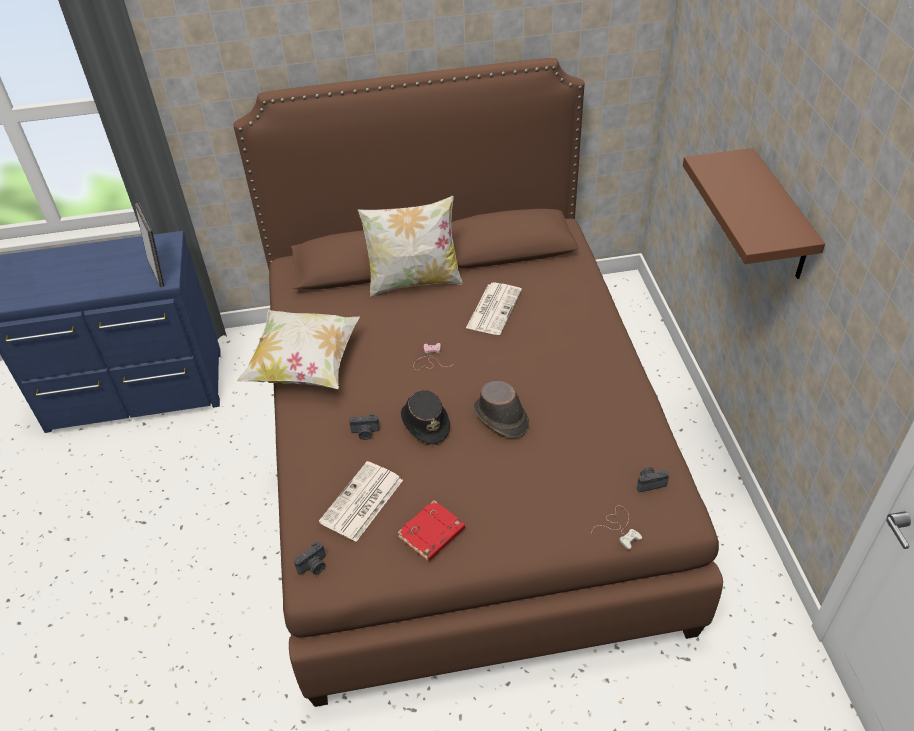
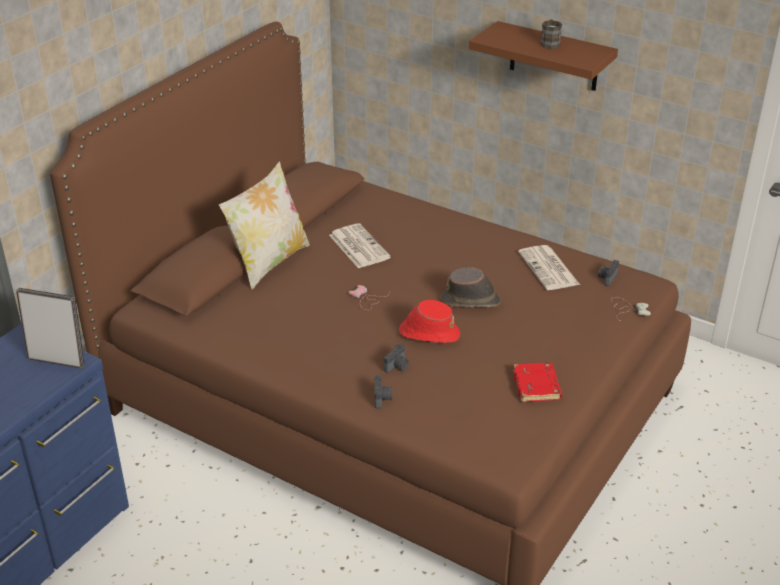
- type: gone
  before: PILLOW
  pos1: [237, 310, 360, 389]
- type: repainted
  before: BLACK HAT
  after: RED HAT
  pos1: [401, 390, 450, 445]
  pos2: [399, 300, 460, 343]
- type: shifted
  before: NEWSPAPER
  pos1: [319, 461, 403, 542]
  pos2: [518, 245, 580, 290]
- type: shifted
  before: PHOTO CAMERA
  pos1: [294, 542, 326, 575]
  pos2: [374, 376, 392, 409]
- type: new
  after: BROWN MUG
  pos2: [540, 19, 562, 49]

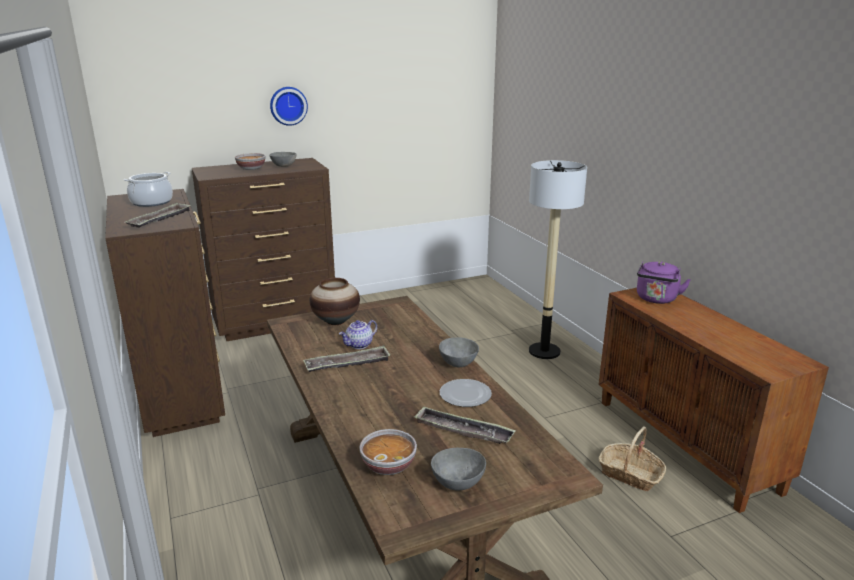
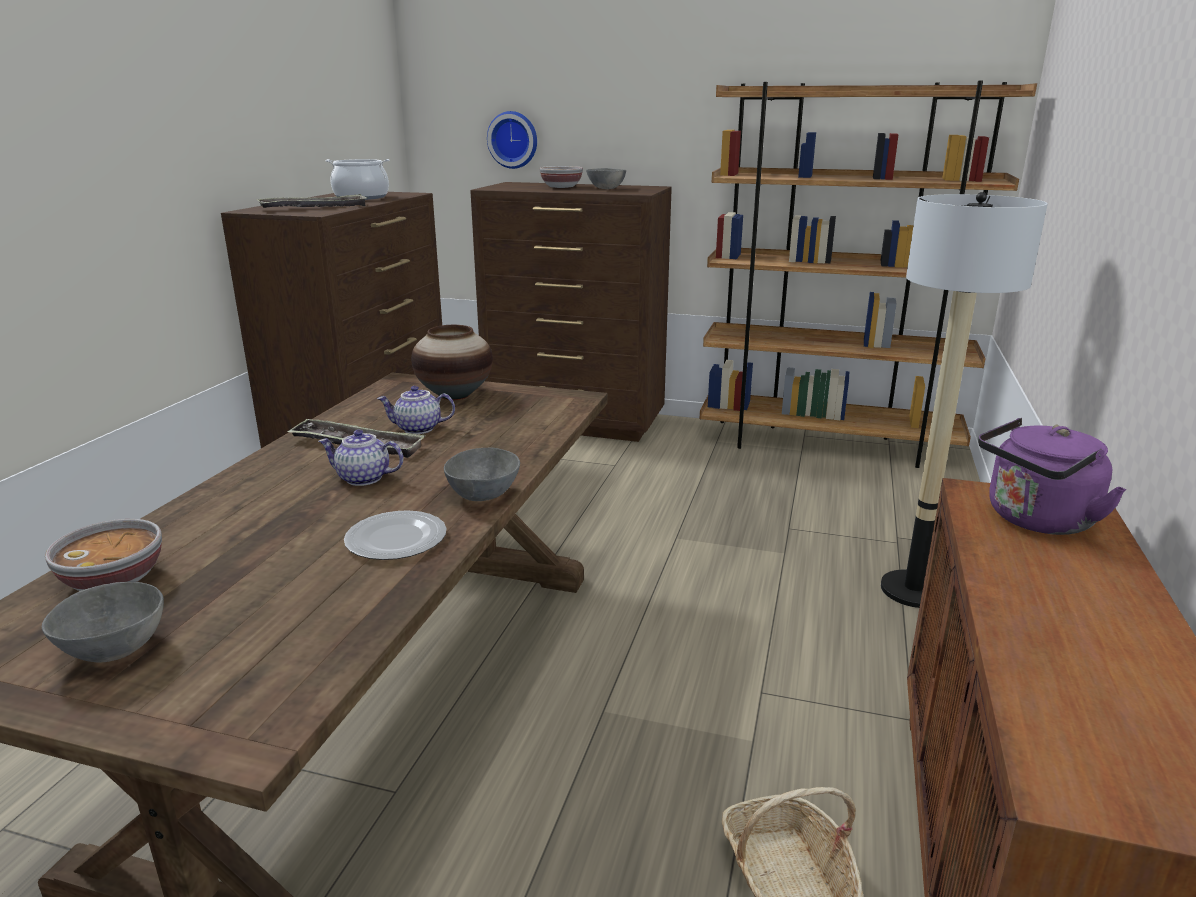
- type: shifted
  before: WALL CLOCK
  pos1: [270, 87, 308, 126]
  pos2: [487, 111, 537, 169]
- type: gone
  before: TRAY
  pos1: [414, 407, 516, 444]
- type: new
  after: BROWN BOOKCASE
  pos2: [700, 81, 1037, 468]
- type: new
  after: TEAPOT
  pos2: [319, 430, 403, 486]

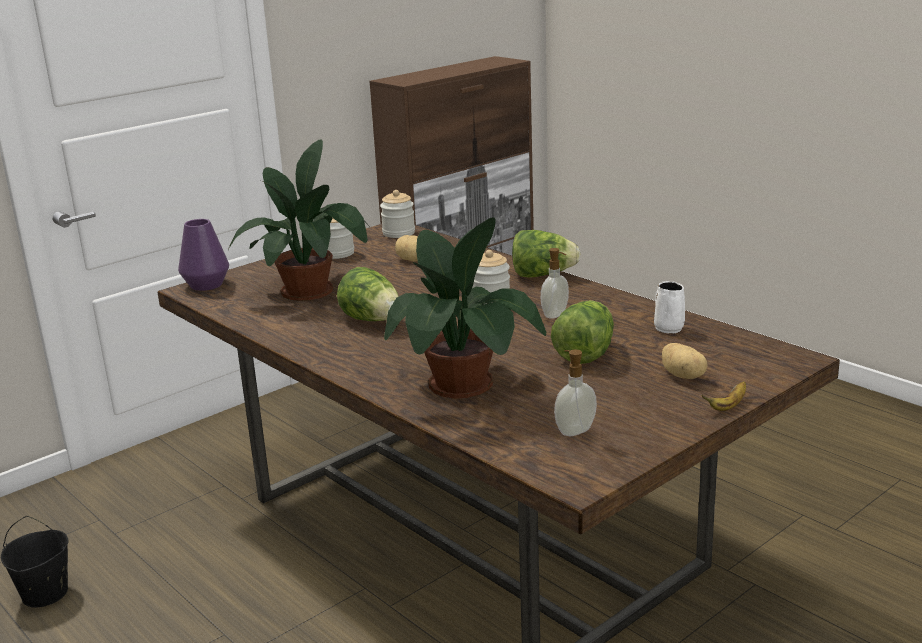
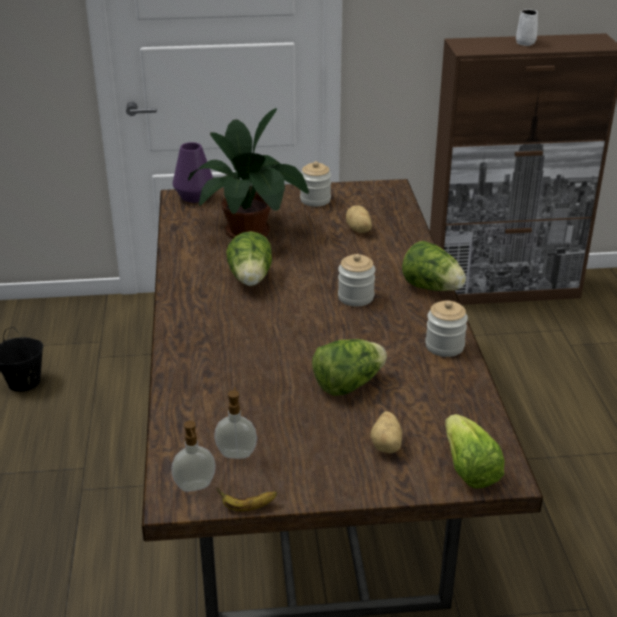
- type: shifted
  before: JAR
  pos1: [380, 190, 415, 238]
  pos2: [425, 301, 468, 357]
- type: gone
  before: POTTED PLANT
  pos1: [384, 217, 546, 398]
- type: shifted
  before: SOAP DISPENSER
  pos1: [541, 248, 569, 319]
  pos2: [171, 421, 216, 492]
- type: shifted
  before: WHITE MUG
  pos1: [654, 281, 685, 334]
  pos2: [516, 9, 538, 46]
- type: shifted
  before: BANANA
  pos1: [701, 381, 746, 411]
  pos2: [216, 488, 277, 511]
- type: new
  after: LETTUCE
  pos2: [445, 414, 505, 489]

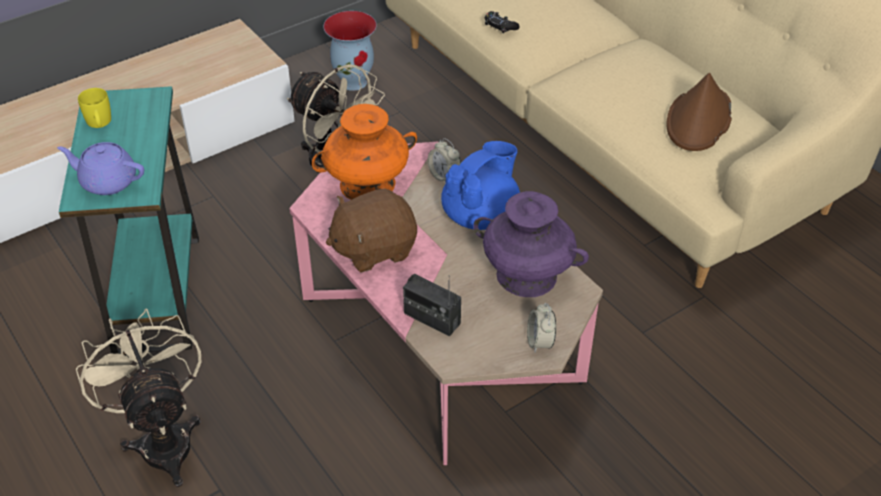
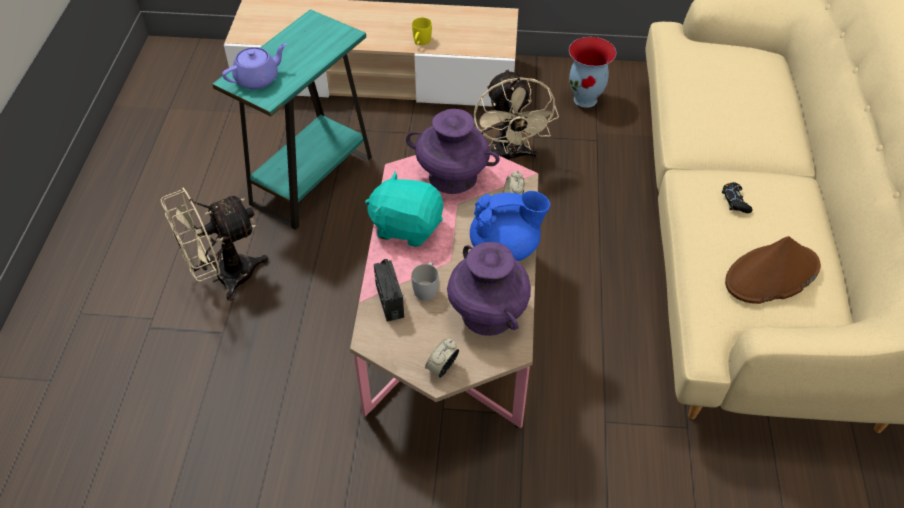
- type: shifted
  before: BLACK GAME CONTROLLER
  pos1: [485, 11, 520, 33]
  pos2: [722, 182, 752, 213]
- type: shifted
  before: YELLOW MUG
  pos1: [78, 88, 111, 128]
  pos2: [412, 17, 432, 45]
- type: repainted
  before: ORANGE VASE
  after: PURPLE VASE
  pos1: [312, 104, 417, 200]
  pos2: [406, 109, 500, 194]
- type: rotated
  before: PURPLE TEAPOT
  pos1: [57, 142, 144, 195]
  pos2: [222, 43, 287, 89]
  turn: 90
- type: repainted
  before: BROWN PLUSH TOY
  after: TURQUOISE PLUSH TOY
  pos1: [326, 188, 417, 272]
  pos2: [365, 171, 443, 247]
- type: rotated
  before: BEIGE FAN
  pos1: [76, 309, 201, 487]
  pos2: [161, 188, 268, 301]
  turn: -135
- type: new
  after: WHITE MUG
  pos2: [411, 262, 439, 301]

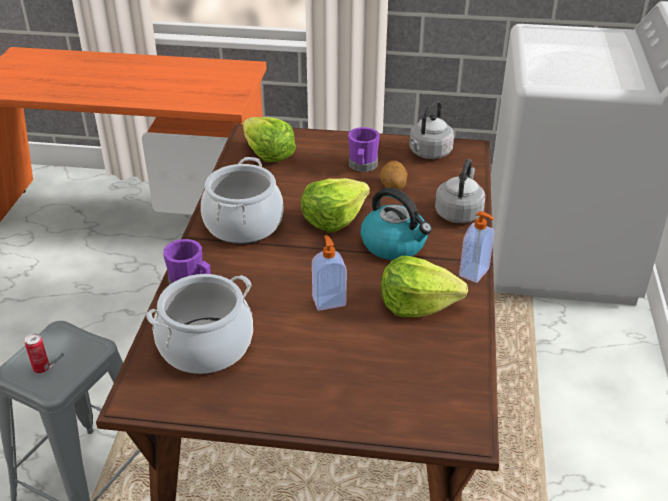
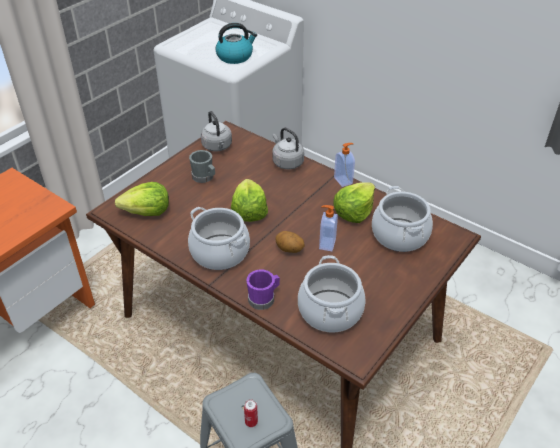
- type: repainted
  before: PURPLE MUG
  after: GREY MUG
  pos1: [348, 127, 380, 172]
  pos2: [189, 150, 215, 183]
- type: shifted
  before: POTATO
  pos1: [380, 161, 408, 190]
  pos2: [276, 231, 305, 253]
- type: shifted
  before: KETTLE
  pos1: [360, 188, 432, 260]
  pos2: [215, 23, 257, 64]
- type: new
  after: COOKING POT
  pos2: [372, 186, 433, 252]

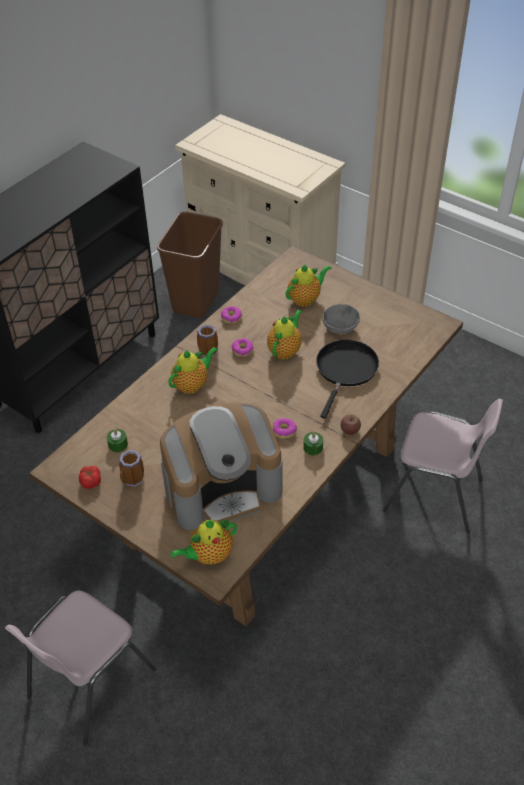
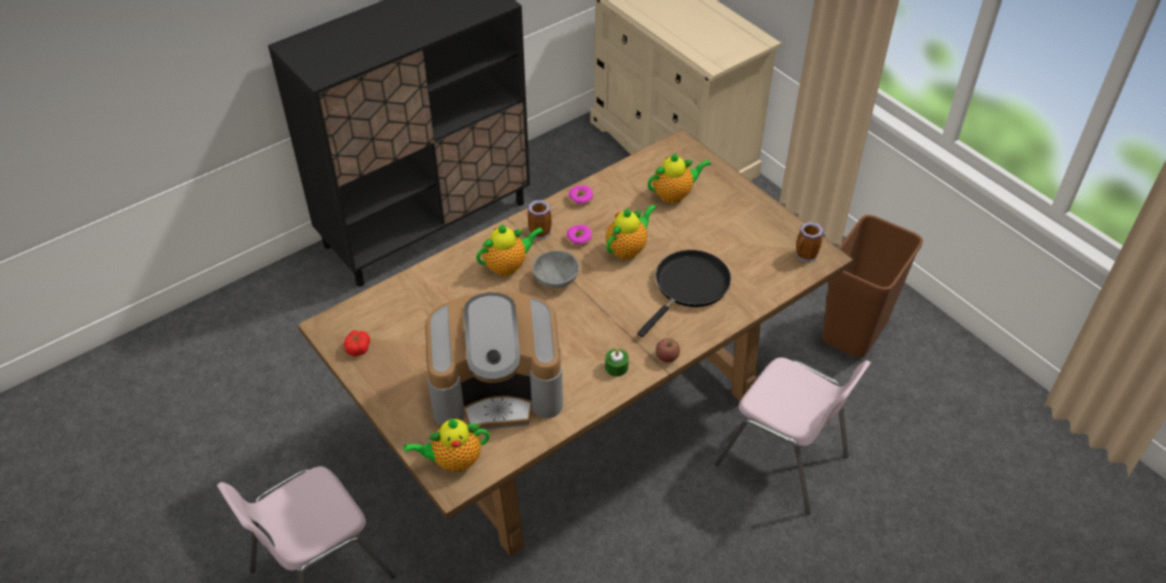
- type: shifted
  before: BROWN TRASH CAN
  pos1: [157, 212, 223, 318]
  pos2: [822, 215, 923, 358]
- type: shifted
  before: GREY BOWL
  pos1: [323, 304, 360, 334]
  pos2: [532, 250, 579, 289]
- type: gone
  before: DONUT
  pos1: [273, 418, 297, 439]
- type: gone
  before: GREEN CANDLE
  pos1: [107, 429, 128, 452]
- type: shifted
  before: MUG
  pos1: [119, 450, 145, 487]
  pos2: [795, 222, 823, 262]

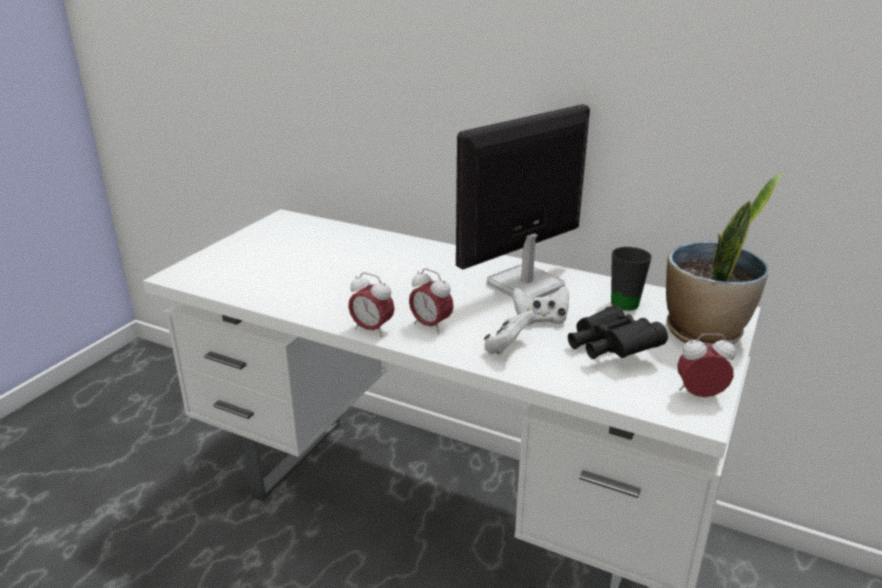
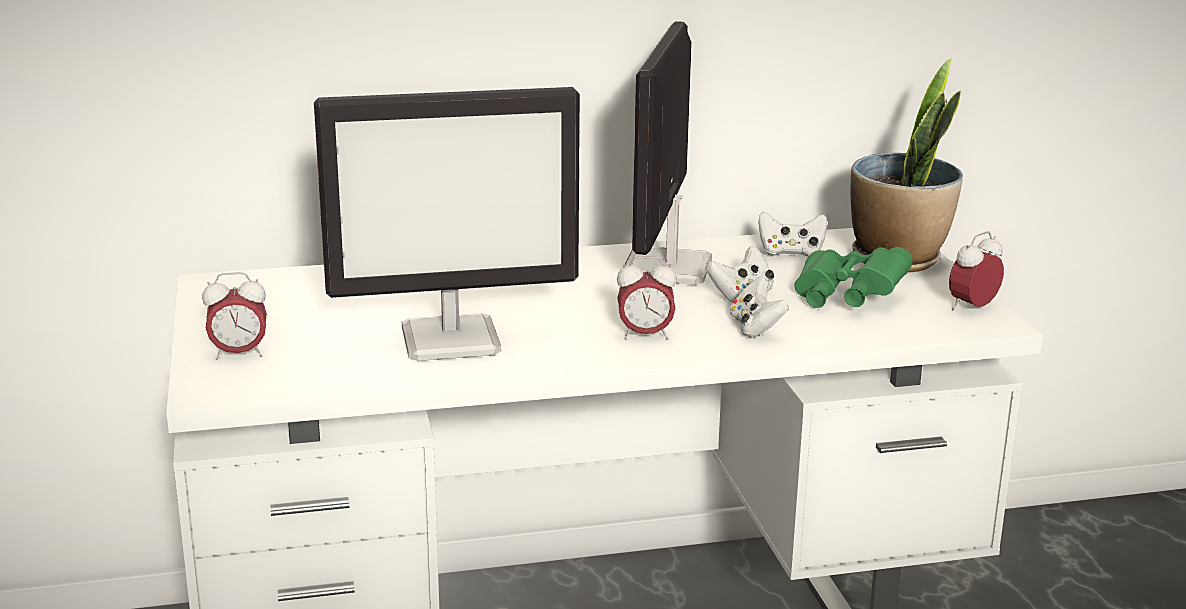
- type: swapped
  before: BLACK MUG
  after: WHITE GAME CONTROLLER
  pos1: [611, 247, 652, 311]
  pos2: [758, 212, 827, 257]
- type: shifted
  before: ALARM CLOCK
  pos1: [348, 272, 395, 337]
  pos2: [202, 272, 267, 360]
- type: repainted
  before: BLACK BINOCULARS
  after: GREEN BINOCULARS
  pos1: [568, 305, 668, 359]
  pos2: [795, 247, 913, 308]
- type: new
  after: MONITOR
  pos2: [314, 87, 580, 361]

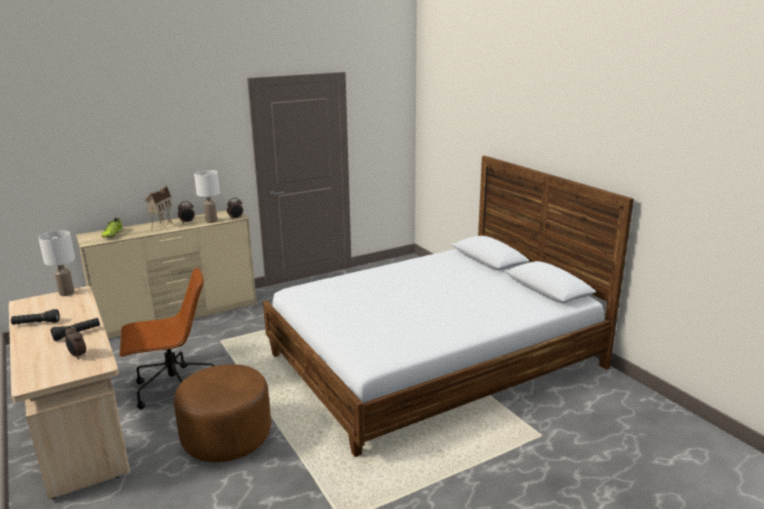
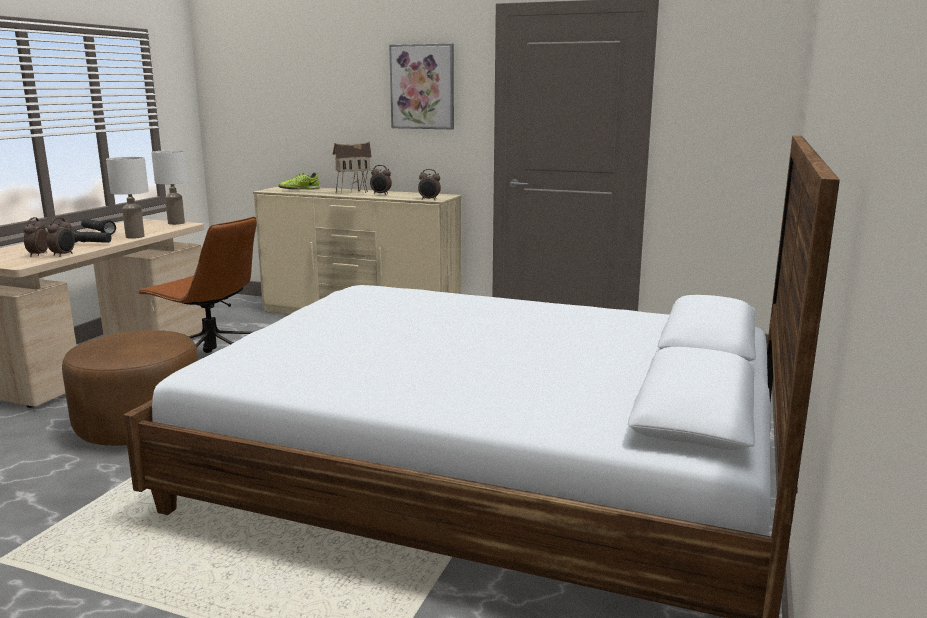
- type: shifted
  before: WHITE TABLE LAMP
  pos1: [194, 170, 220, 223]
  pos2: [106, 157, 149, 239]
- type: new
  after: PICTURE
  pos2: [389, 43, 454, 129]
- type: new
  after: ALARM CLOCK
  pos2: [46, 217, 75, 257]

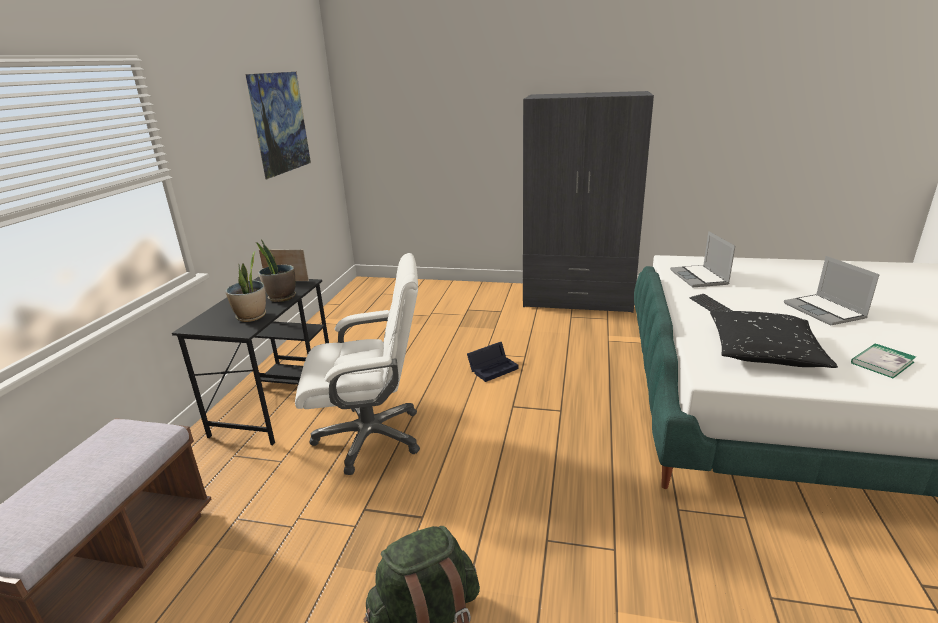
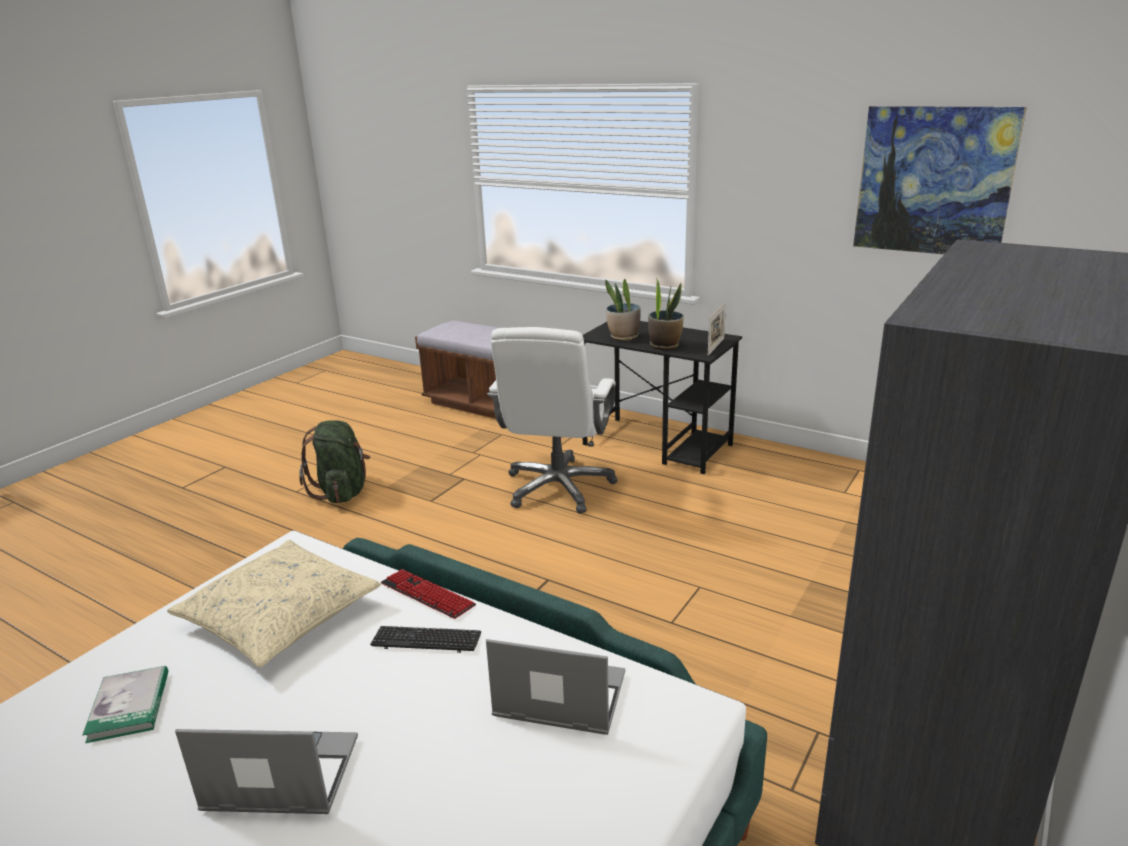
- type: repainted
  before: BLACK PILLOW
  after: BEIGE PILLOW
  pos1: [710, 311, 838, 368]
  pos2: [167, 540, 381, 668]
- type: gone
  before: BLACK STORAGE BOX
  pos1: [467, 342, 518, 382]
- type: new
  after: KEYBOARD
  pos2: [381, 569, 476, 619]

